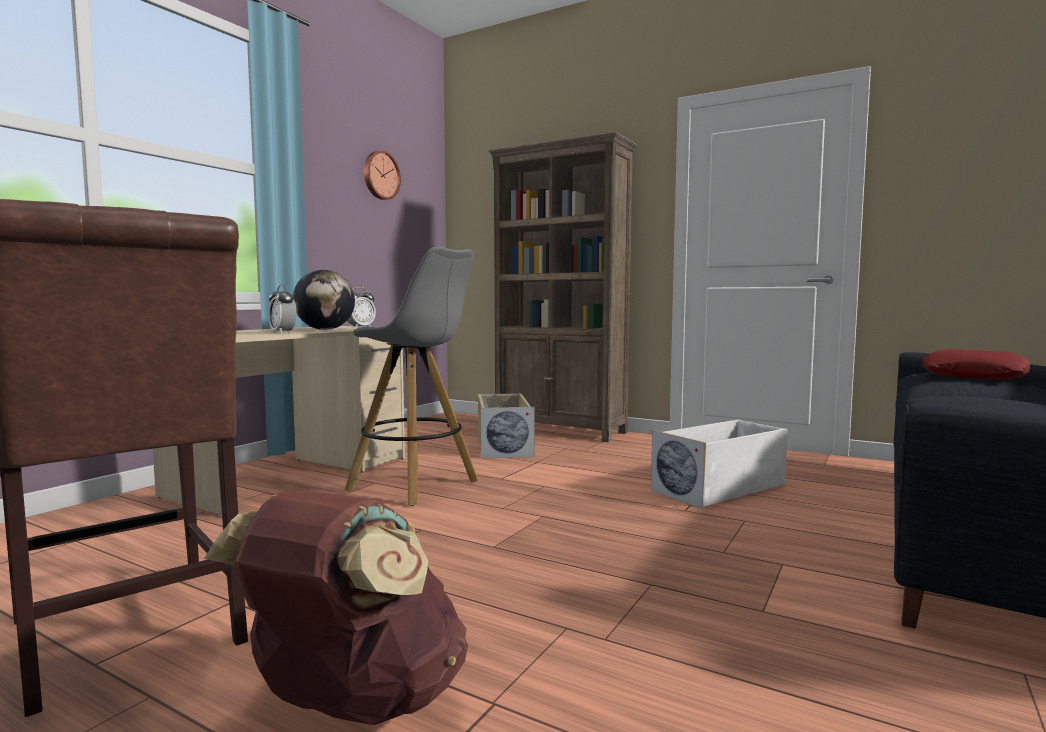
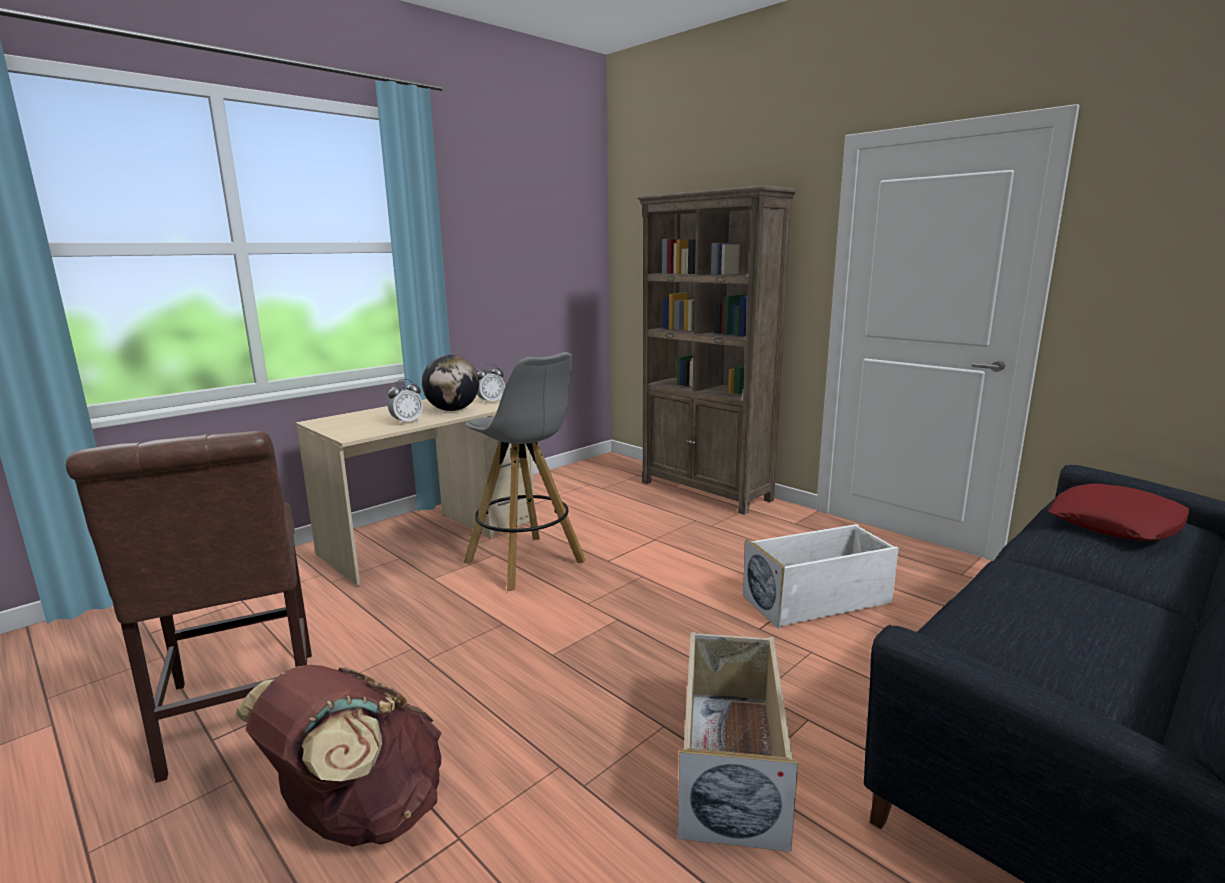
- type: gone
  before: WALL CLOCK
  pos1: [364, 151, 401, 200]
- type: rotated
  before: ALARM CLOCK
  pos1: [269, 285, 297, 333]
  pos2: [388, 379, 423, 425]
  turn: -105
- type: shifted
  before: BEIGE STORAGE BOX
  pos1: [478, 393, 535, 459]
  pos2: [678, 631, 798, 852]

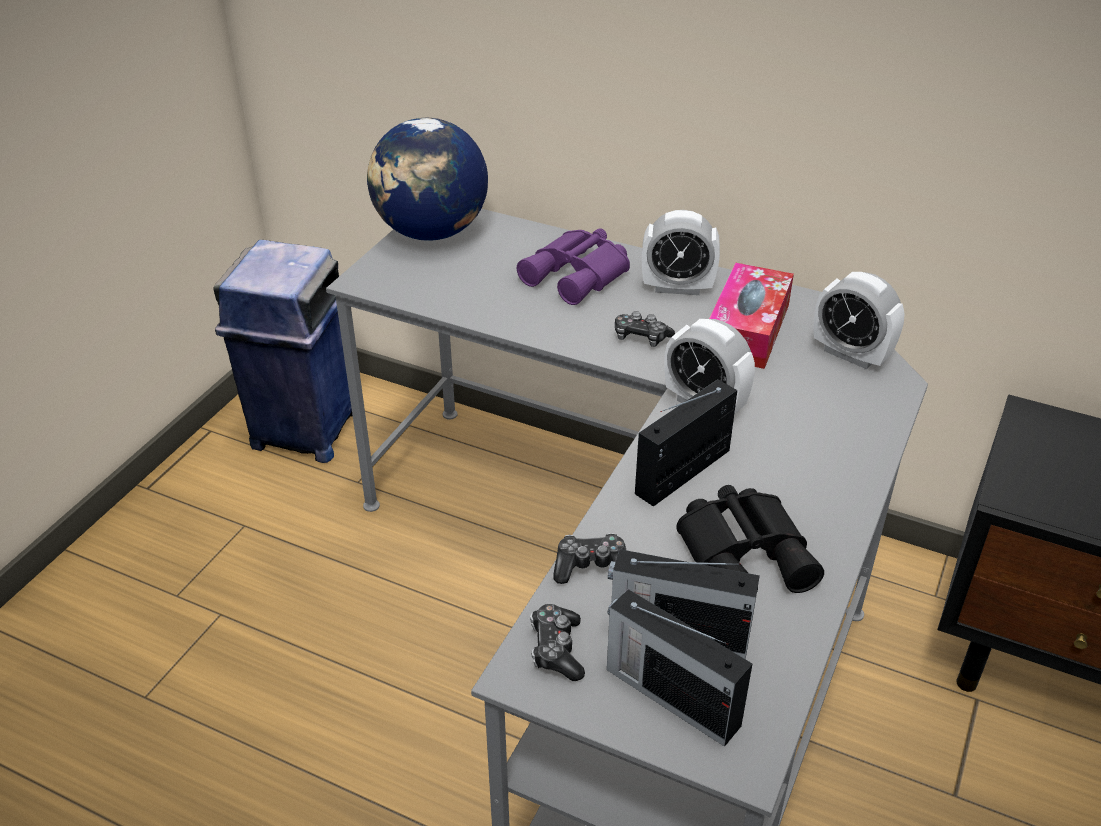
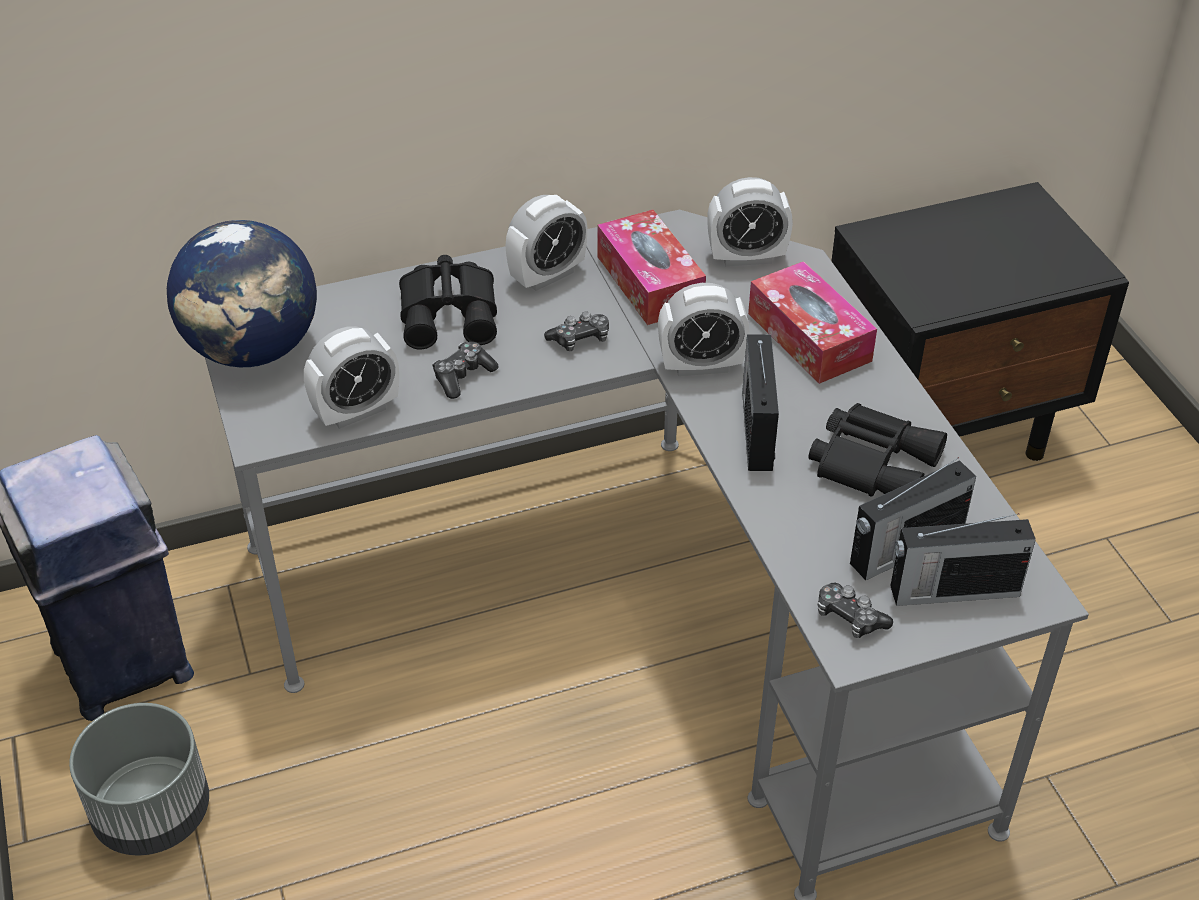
- type: repainted
  before: PURPLE BINOCULARS
  after: BLACK BINOCULARS
  pos1: [517, 228, 630, 305]
  pos2: [399, 255, 497, 349]
- type: shifted
  before: GAME CONTROLLER
  pos1: [553, 533, 626, 584]
  pos2: [432, 342, 498, 399]
- type: new
  after: TISSUE BOX
  pos2: [748, 261, 877, 384]
- type: new
  after: ALARM CLOCK
  pos2: [304, 326, 399, 429]
- type: new
  after: GREY PLANTER
  pos2: [69, 703, 209, 855]

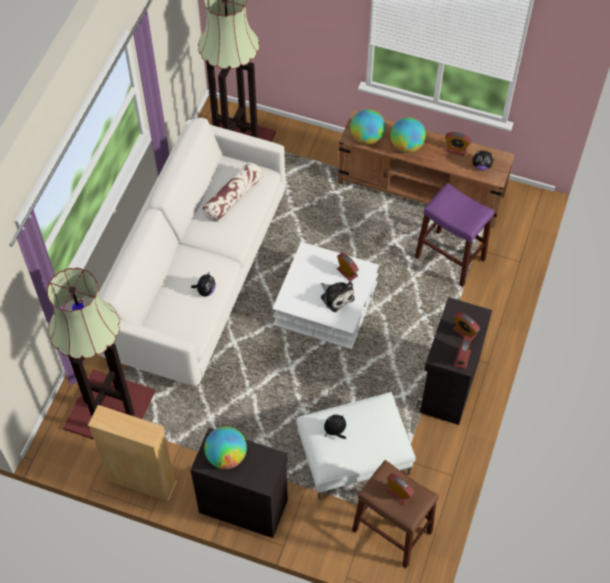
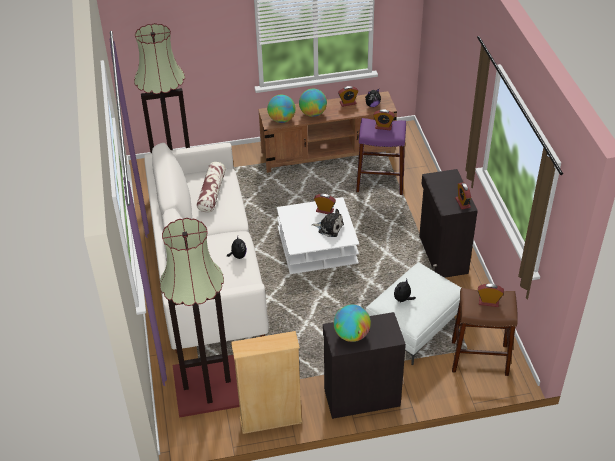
- type: shifted
  before: ALARM CLOCK
  pos1: [453, 312, 480, 342]
  pos2: [373, 109, 395, 130]

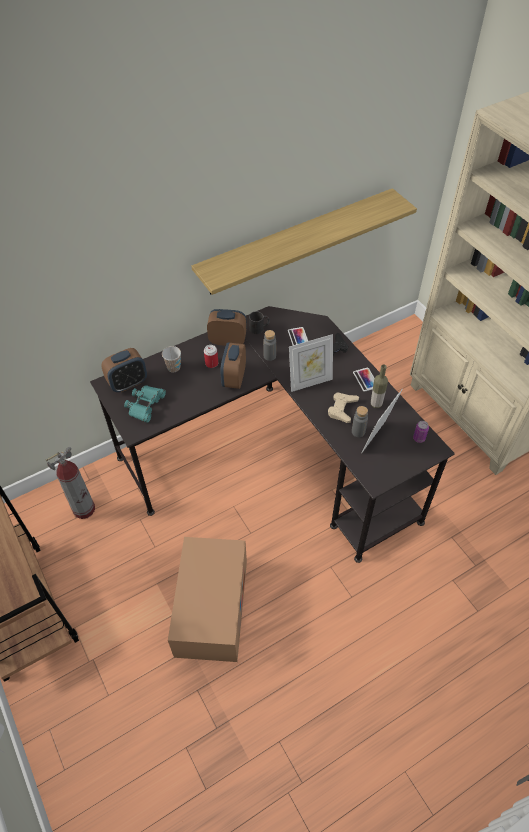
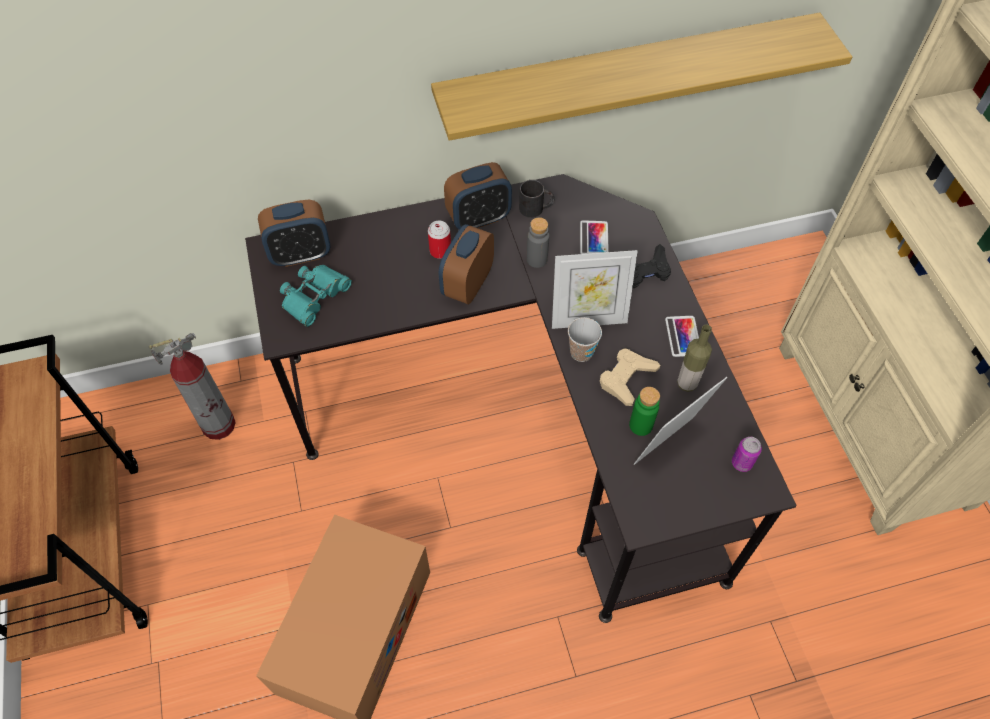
- type: rotated
  before: ALARM CLOCK
  pos1: [207, 309, 247, 346]
  pos2: [444, 162, 512, 230]
  turn: 135
- type: shifted
  before: CUP
  pos1: [162, 346, 181, 372]
  pos2: [568, 317, 602, 362]
- type: repainted
  before: GREY BOTTLE
  after: GREEN BOTTLE
  pos1: [352, 406, 368, 437]
  pos2: [629, 387, 660, 436]

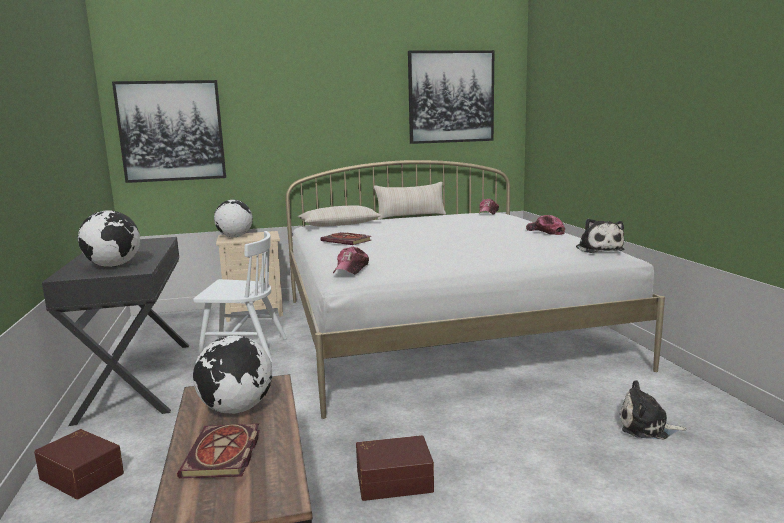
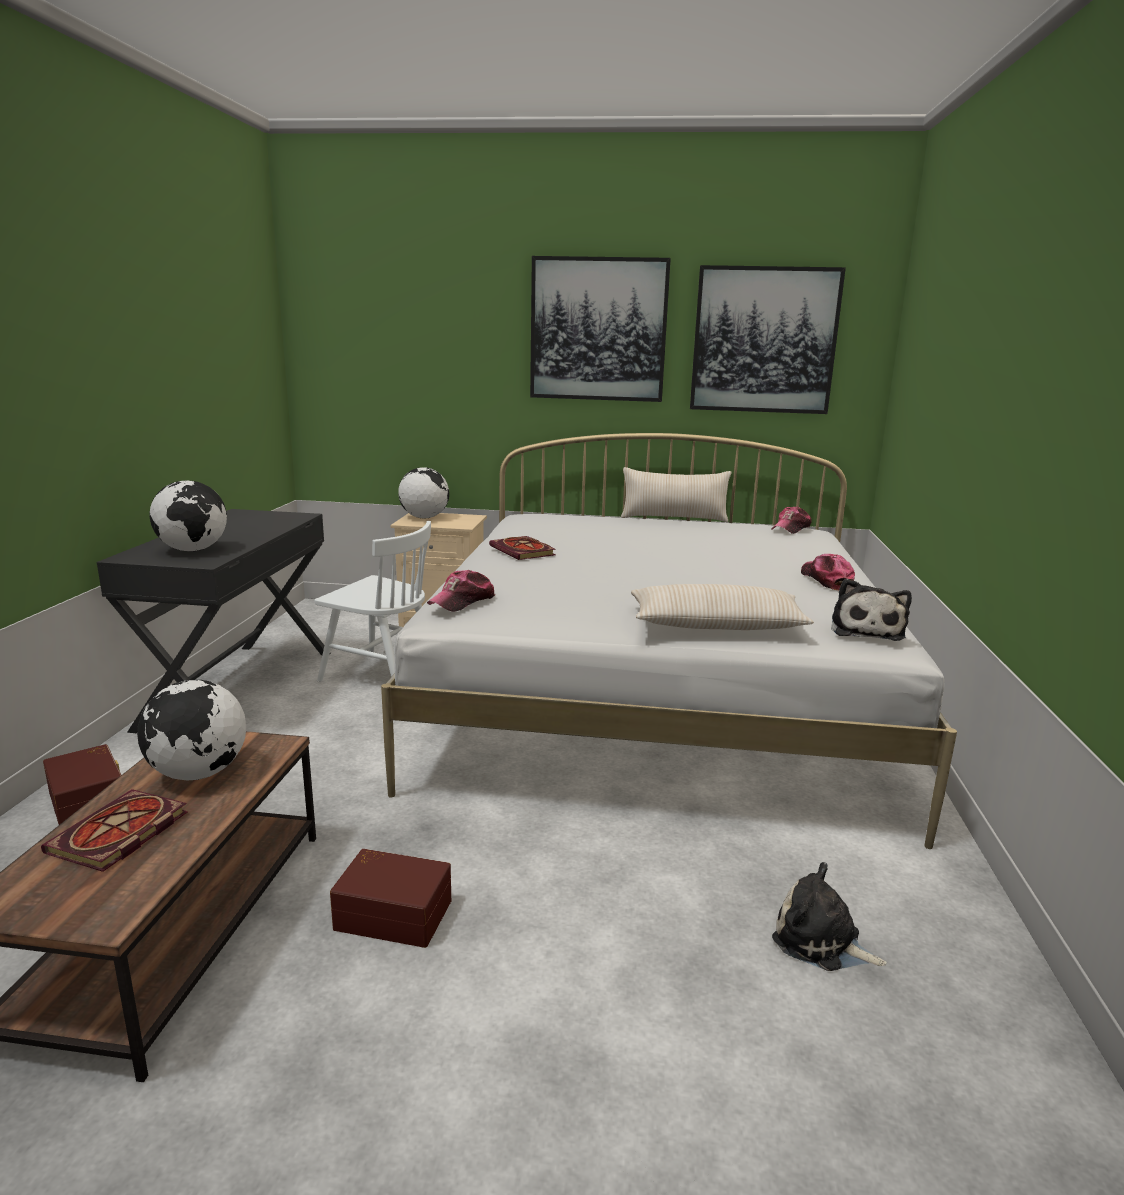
- type: shifted
  before: PICTURE
  pos1: [112, 80, 226, 183]
  pos2: [530, 256, 671, 402]
- type: shifted
  before: BEIGE PILLOW
  pos1: [298, 205, 382, 227]
  pos2: [631, 584, 814, 630]

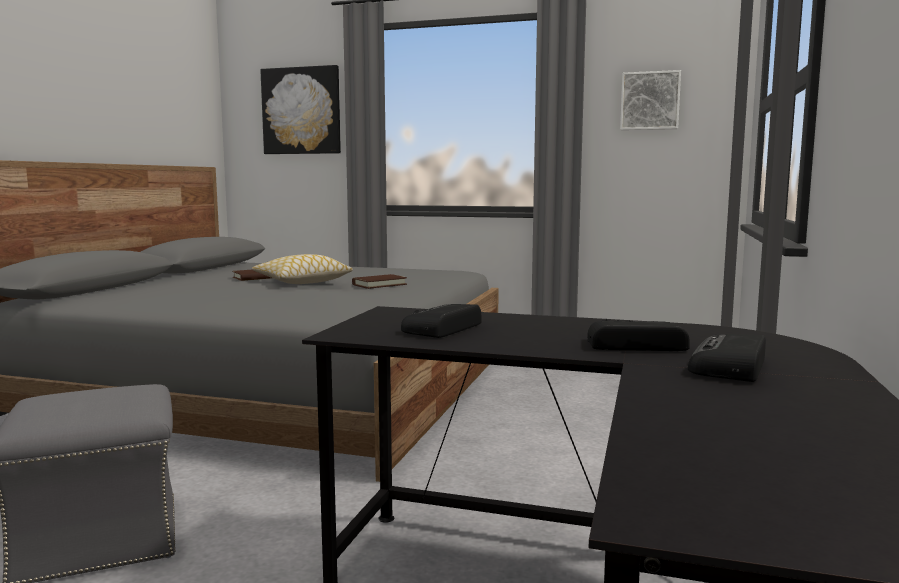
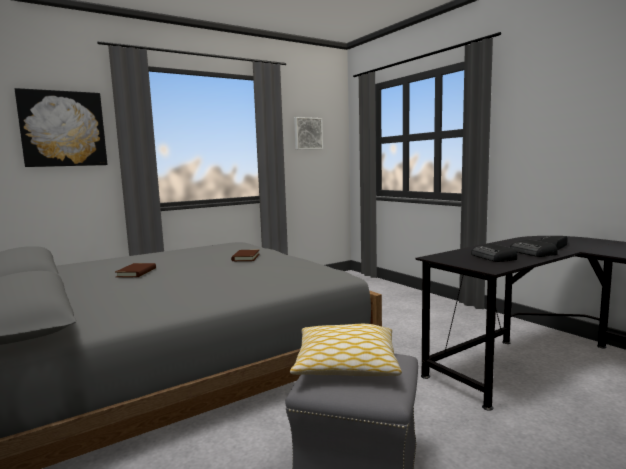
- type: shifted
  before: PILLOW
  pos1: [252, 254, 353, 284]
  pos2: [290, 324, 402, 376]
- type: shifted
  before: RADIO
  pos1: [688, 334, 766, 382]
  pos2: [510, 240, 558, 257]

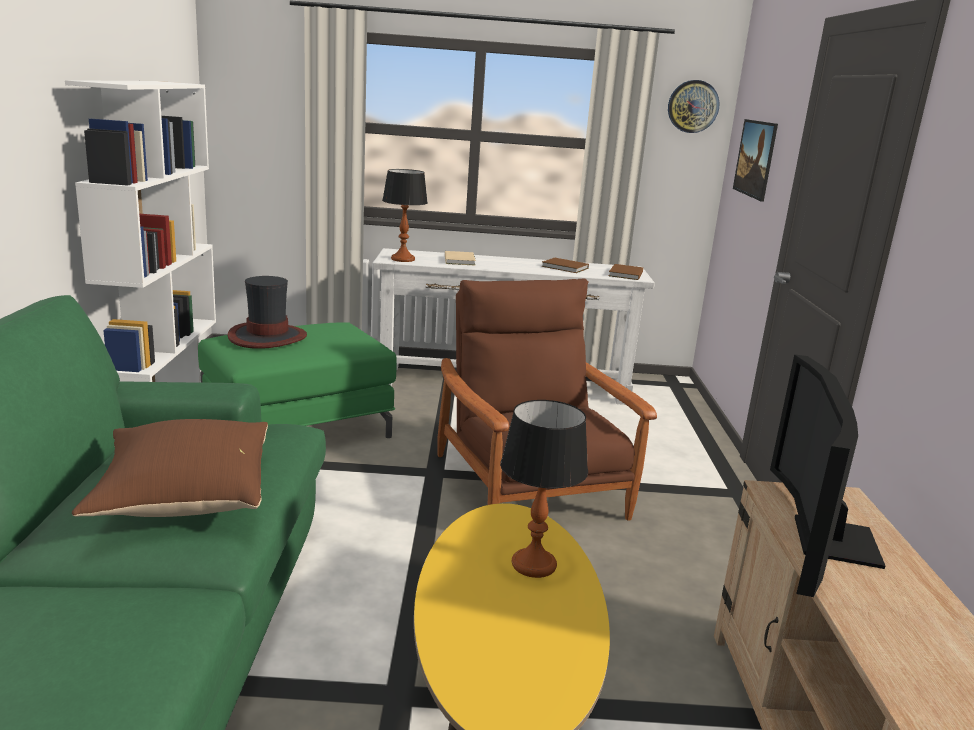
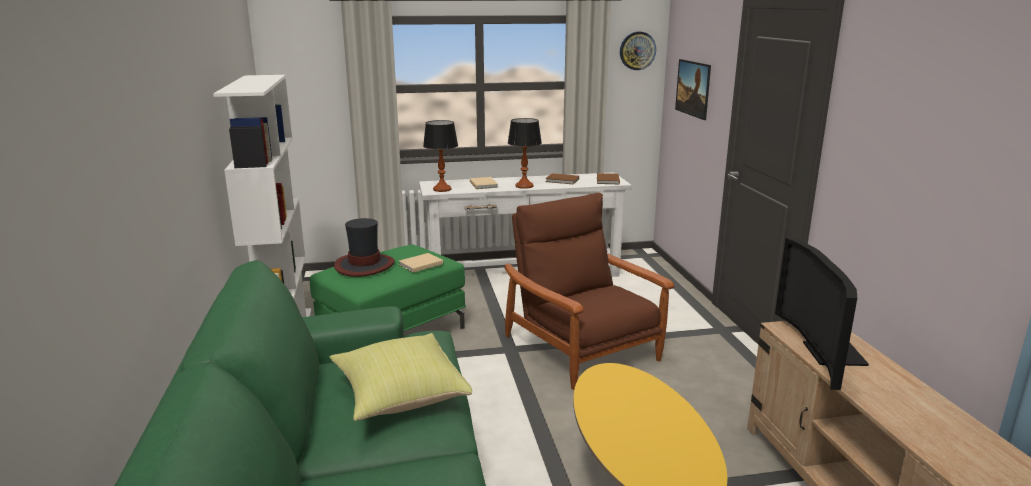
- type: shifted
  before: TABLE LAMP
  pos1: [500, 400, 588, 578]
  pos2: [508, 118, 542, 189]
- type: repainted
  before: BROWN PILLOW
  after: YELLOW PILLOW
  pos1: [72, 419, 268, 517]
  pos2: [330, 333, 472, 421]
- type: new
  after: BEIGE BOOK
  pos2: [399, 253, 443, 273]

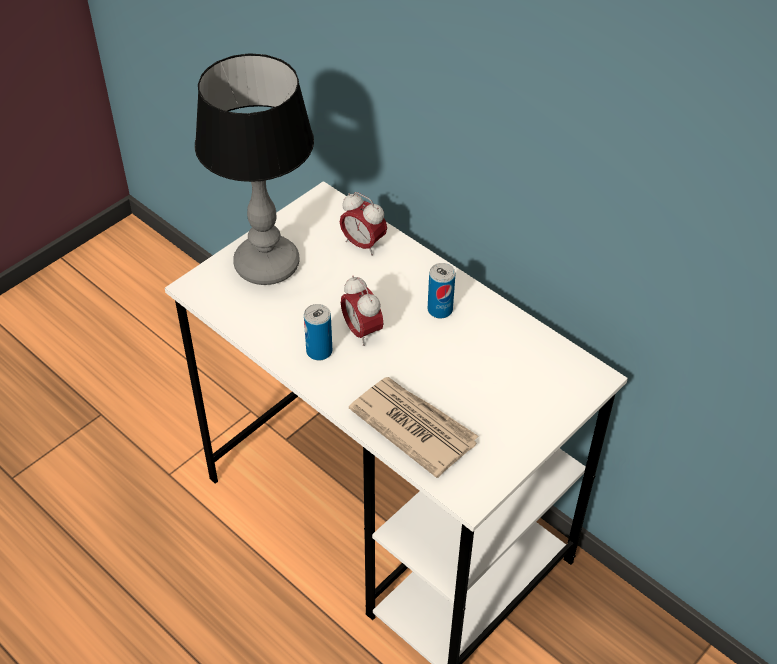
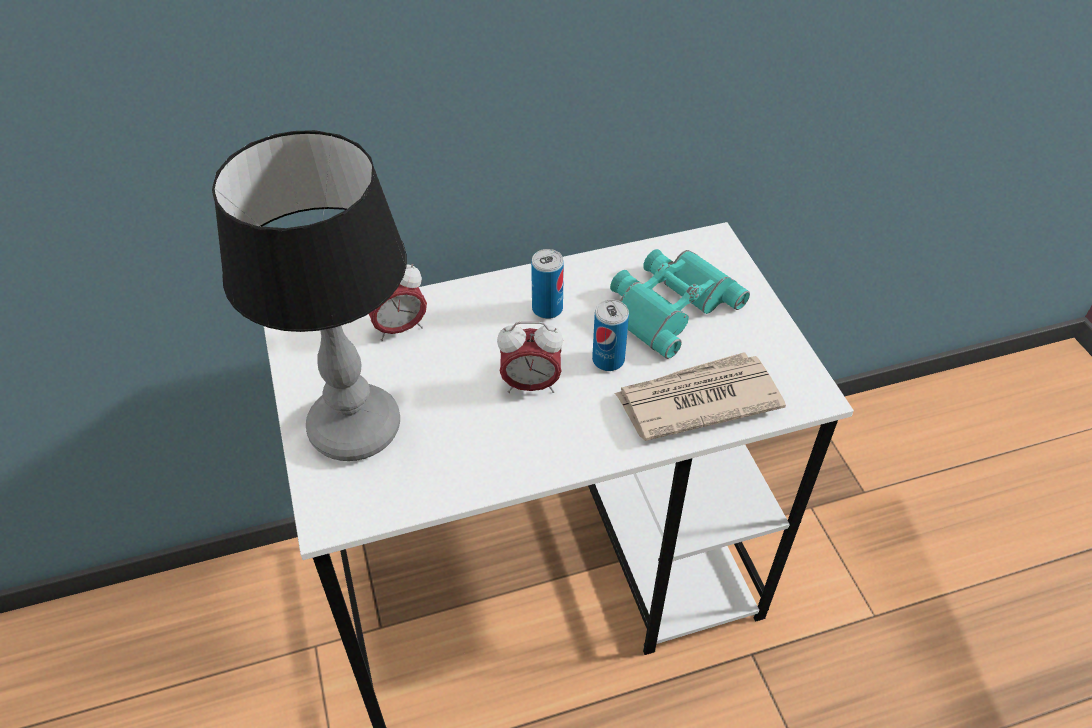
- type: shifted
  before: CAN
  pos1: [304, 304, 332, 360]
  pos2: [592, 300, 629, 371]
- type: new
  after: TURQUOISE BINOCULARS
  pos2: [610, 249, 750, 359]

